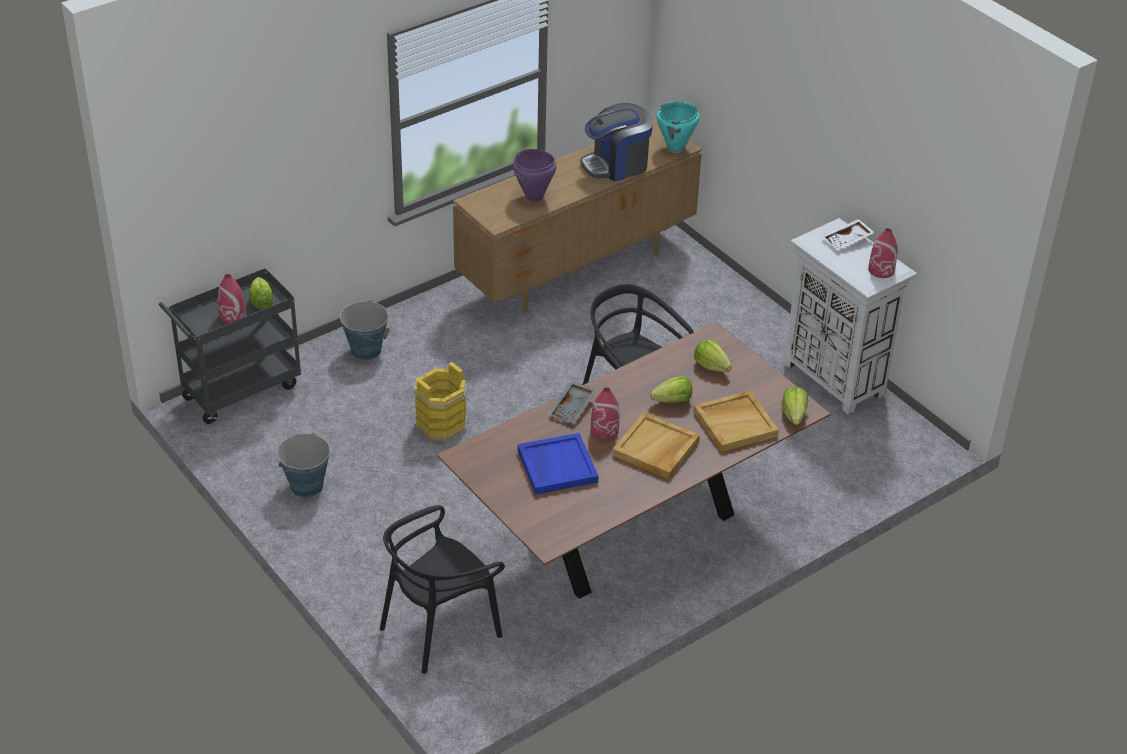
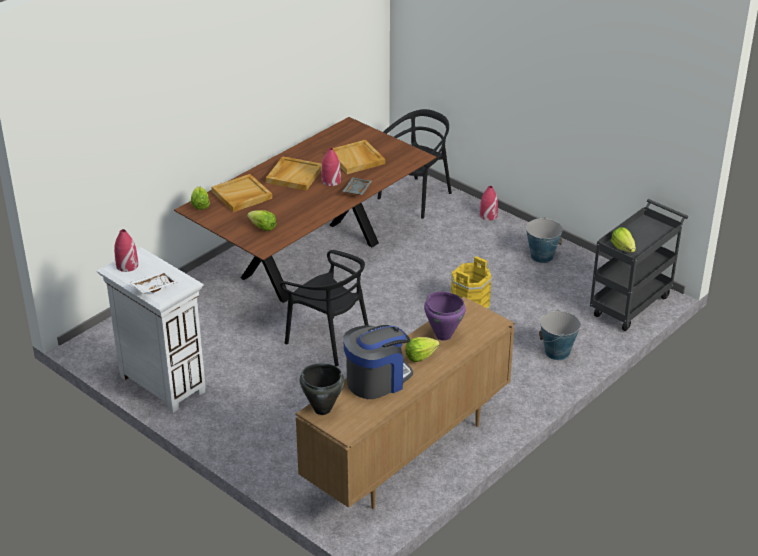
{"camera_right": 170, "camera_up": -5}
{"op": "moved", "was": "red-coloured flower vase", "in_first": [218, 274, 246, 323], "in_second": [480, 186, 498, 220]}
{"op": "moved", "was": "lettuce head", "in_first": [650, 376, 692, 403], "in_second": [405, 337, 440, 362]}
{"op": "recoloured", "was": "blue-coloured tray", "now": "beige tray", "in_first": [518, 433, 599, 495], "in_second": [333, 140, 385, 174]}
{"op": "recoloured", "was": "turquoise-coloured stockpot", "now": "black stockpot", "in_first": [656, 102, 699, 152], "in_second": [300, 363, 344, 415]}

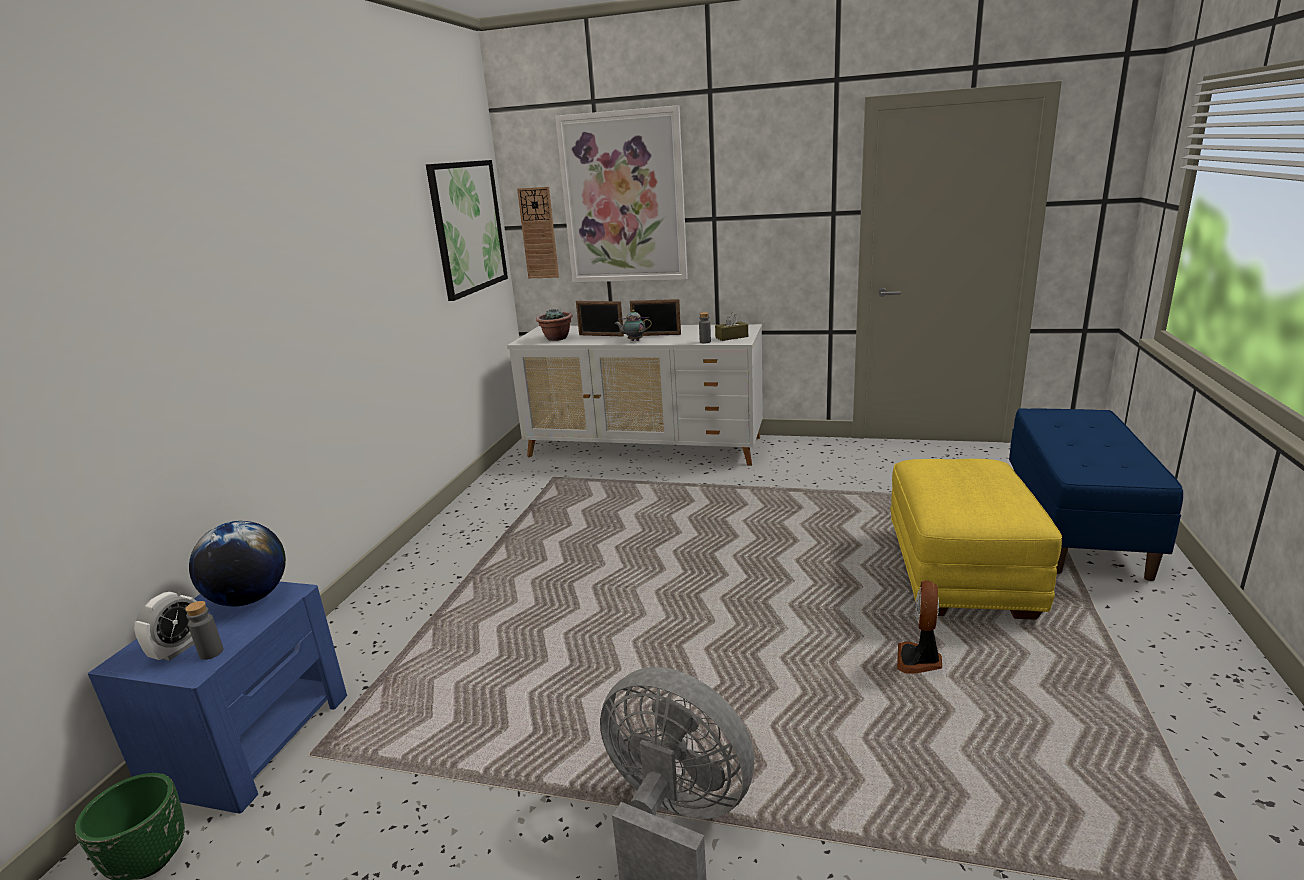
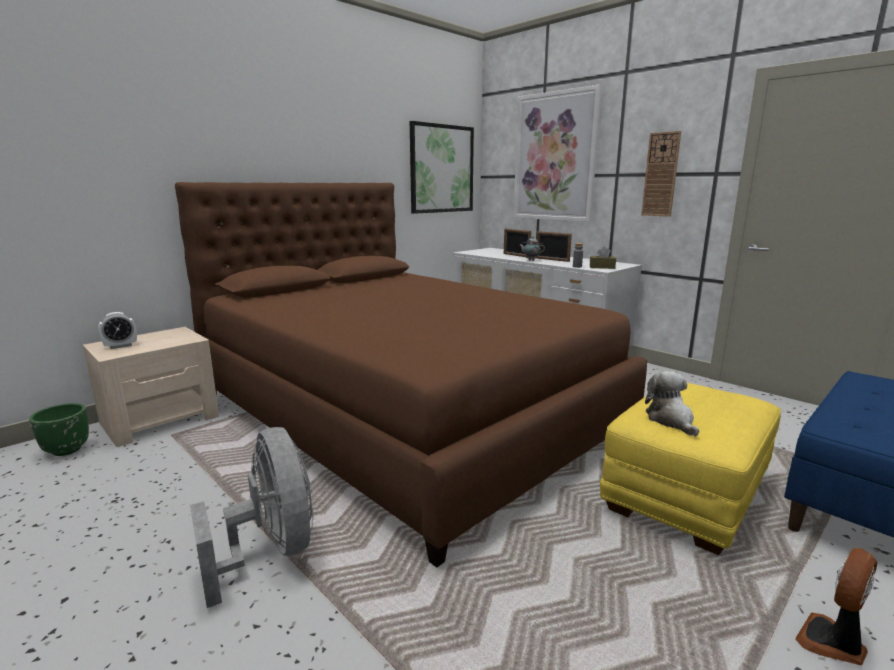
{"camera_right": 30, "camera_up": -5}
{"op": "removed", "was": "greyish drink bottle", "in_first": [185, 601, 223, 660]}
{"op": "removed", "was": "world globe", "in_first": [189, 521, 286, 607]}
{"op": "removed", "was": "plant in a pot", "in_first": [536, 309, 573, 341]}
{"op": "added", "now": "brownish bedroom bed", "in_second": [175, 182, 647, 568]}
{"op": "added", "now": "cuddly toy", "in_second": [645, 371, 699, 437]}
{"op": "moved", "was": "hanging clock", "in_first": [517, 187, 559, 278], "in_second": [641, 131, 681, 217]}
{"op": "moved", "was": "fan", "in_first": [897, 580, 942, 674], "in_second": [795, 548, 877, 665]}
{"op": "recoloured", "was": "blue-coloured nightstand", "now": "beige nightstand", "in_first": [88, 581, 347, 813], "in_second": [83, 327, 219, 447]}

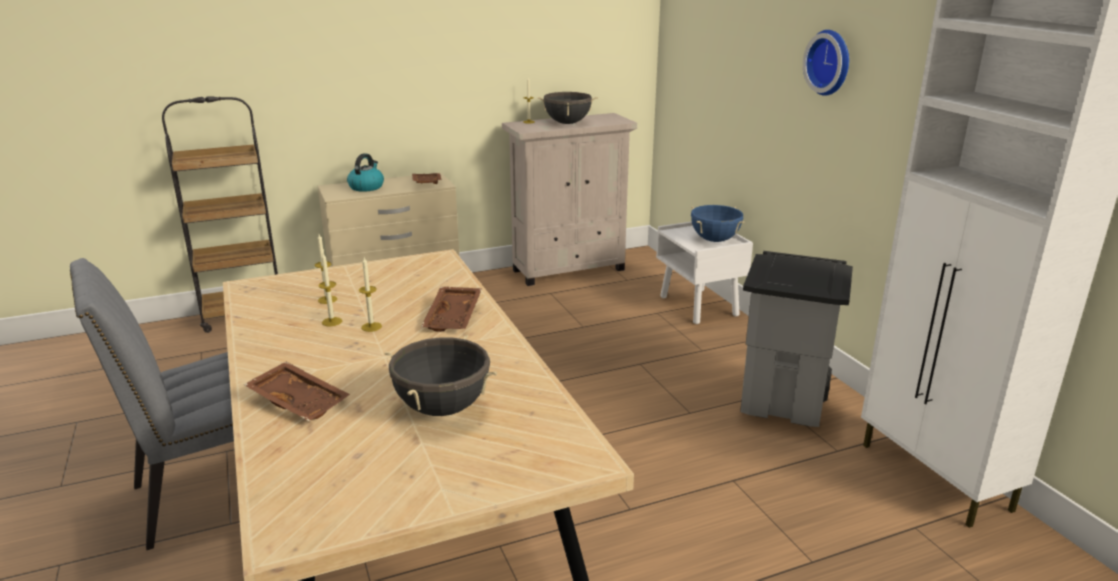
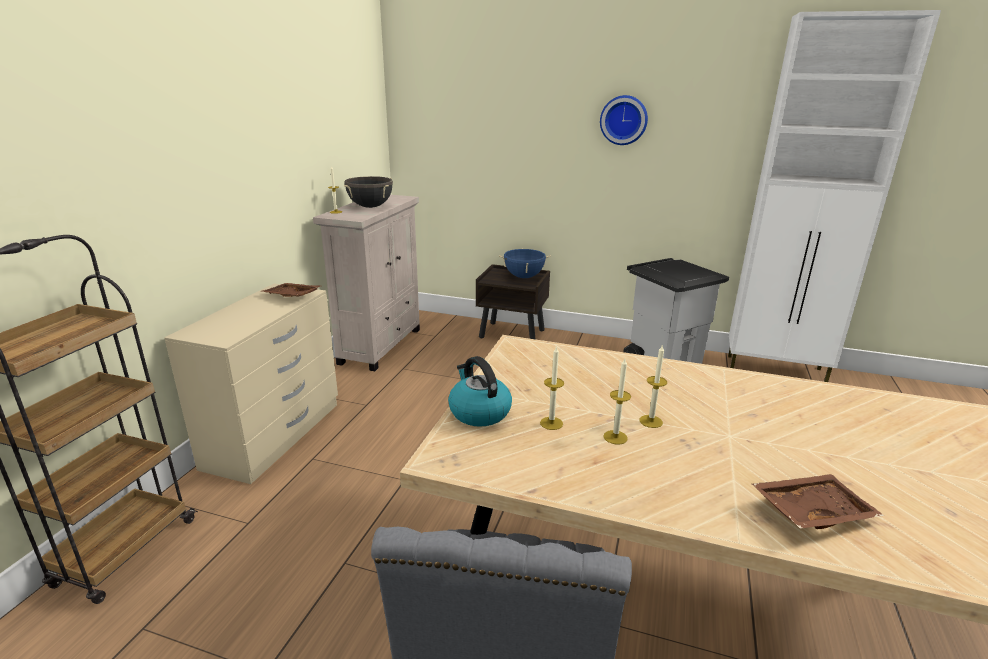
{"camera_right": -50, "camera_up": 0}
{"op": "removed", "was": "black stockpot", "in_first": [384, 335, 497, 416]}
{"op": "removed", "was": "brownish tray", "in_first": [421, 287, 482, 332]}
{"op": "moved", "was": "water kettle", "in_first": [347, 153, 384, 192], "in_second": [448, 356, 512, 427]}
{"op": "recoloured", "was": "whitish nightstand", "now": "brownish nightstand", "in_first": [656, 221, 753, 324], "in_second": [476, 264, 550, 339]}

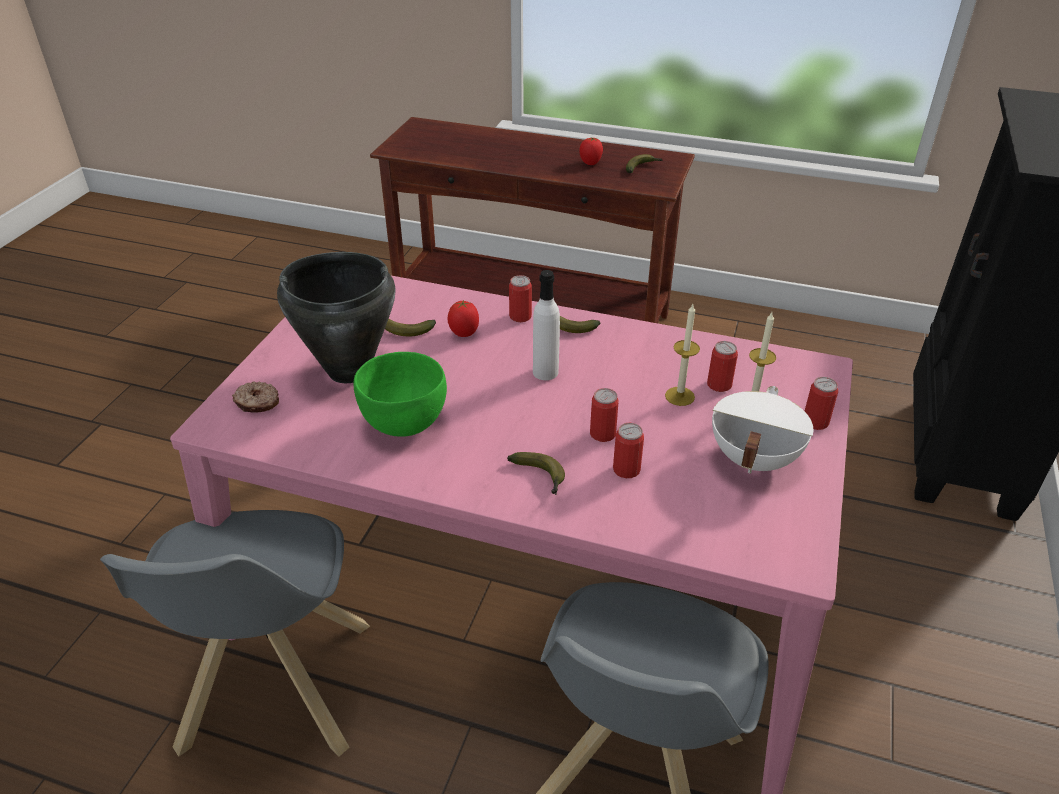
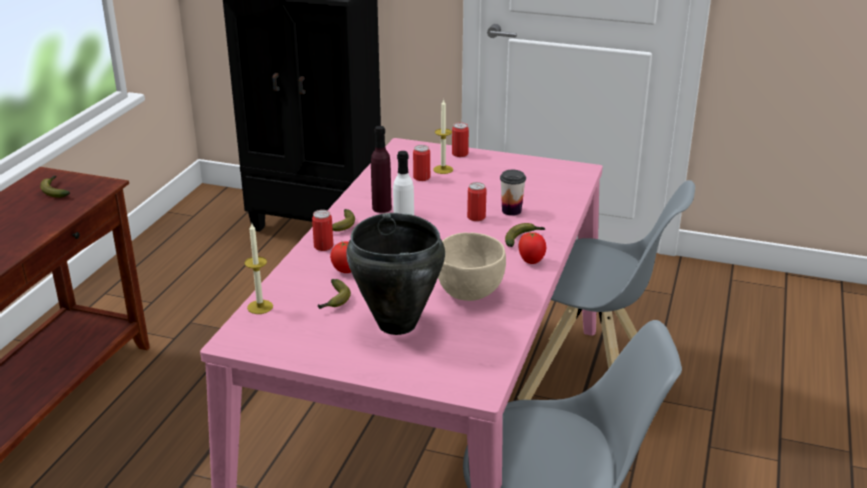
{"camera_right": -90, "camera_up": -10}
{"op": "removed", "was": "ring doughnut", "in_first": [232, 381, 279, 412]}
{"op": "removed", "was": "whitish stockpot", "in_first": [712, 386, 814, 474]}
{"op": "added", "now": "purple drink bottle", "in_second": [371, 126, 392, 213]}
{"op": "moved", "was": "whole tomato", "in_first": [579, 138, 603, 165], "in_second": [519, 232, 546, 264]}
{"op": "moved", "was": "wax candle", "in_first": [665, 304, 700, 406], "in_second": [244, 223, 273, 314]}
{"op": "replaced", "was": "sealed can", "now": "small cup", "in_first": [613, 423, 644, 478], "in_second": [500, 170, 526, 216]}
{"op": "recoloured", "was": "greenish deep dish", "now": "beige deep dish", "in_first": [354, 352, 447, 437], "in_second": [438, 233, 506, 301]}

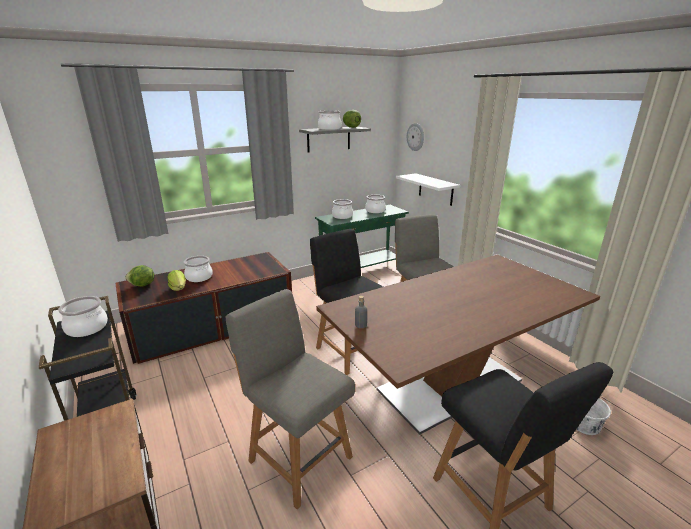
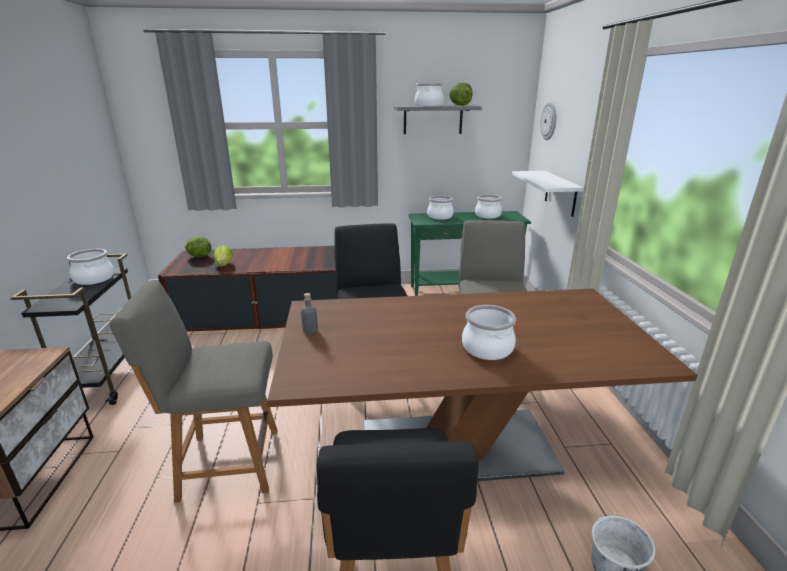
{"camera_right": 25, "camera_up": 0}
{"op": "moved", "was": "stockpot", "in_first": [184, 256, 213, 282], "in_second": [462, 305, 516, 360]}
{"op": "turned", "was": "greyish chair", "in_first": [226, 289, 355, 509], "in_second": [110, 280, 278, 503], "clockwise": -75}

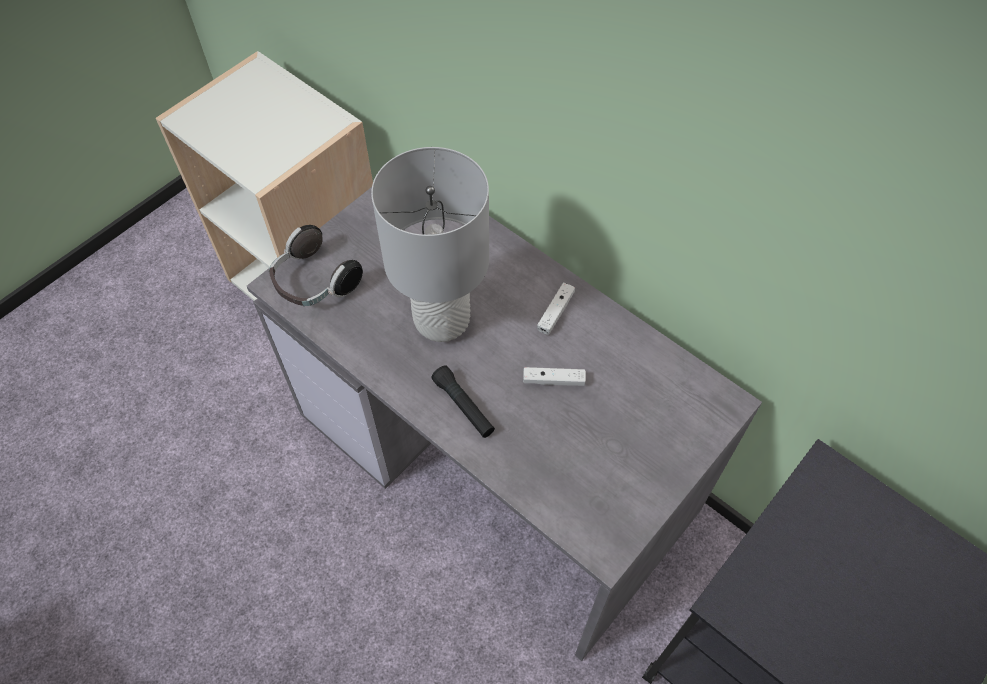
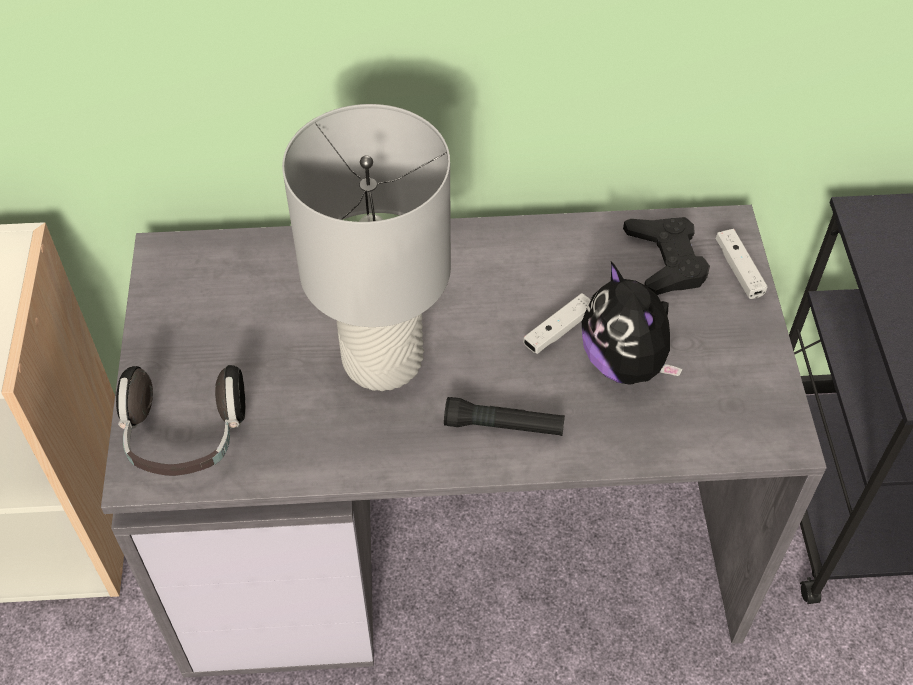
{"camera_right": -45, "camera_up": -5}
{"op": "added", "now": "cuddly toy", "in_second": [582, 262, 683, 385]}
{"op": "added", "now": "black game controller", "in_second": [623, 217, 710, 295]}
{"op": "moved", "was": "whitish game controller", "in_first": [537, 283, 575, 335], "in_second": [716, 229, 768, 299]}

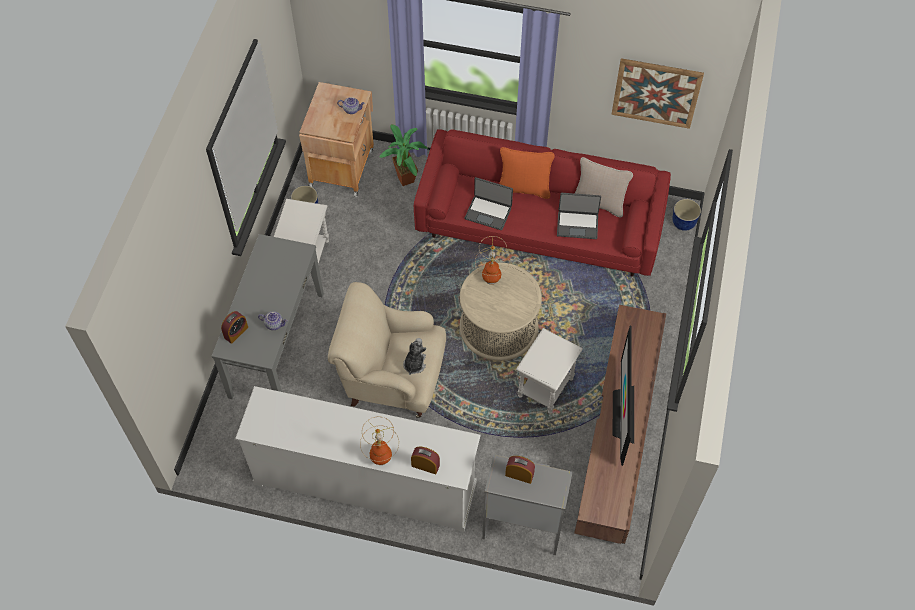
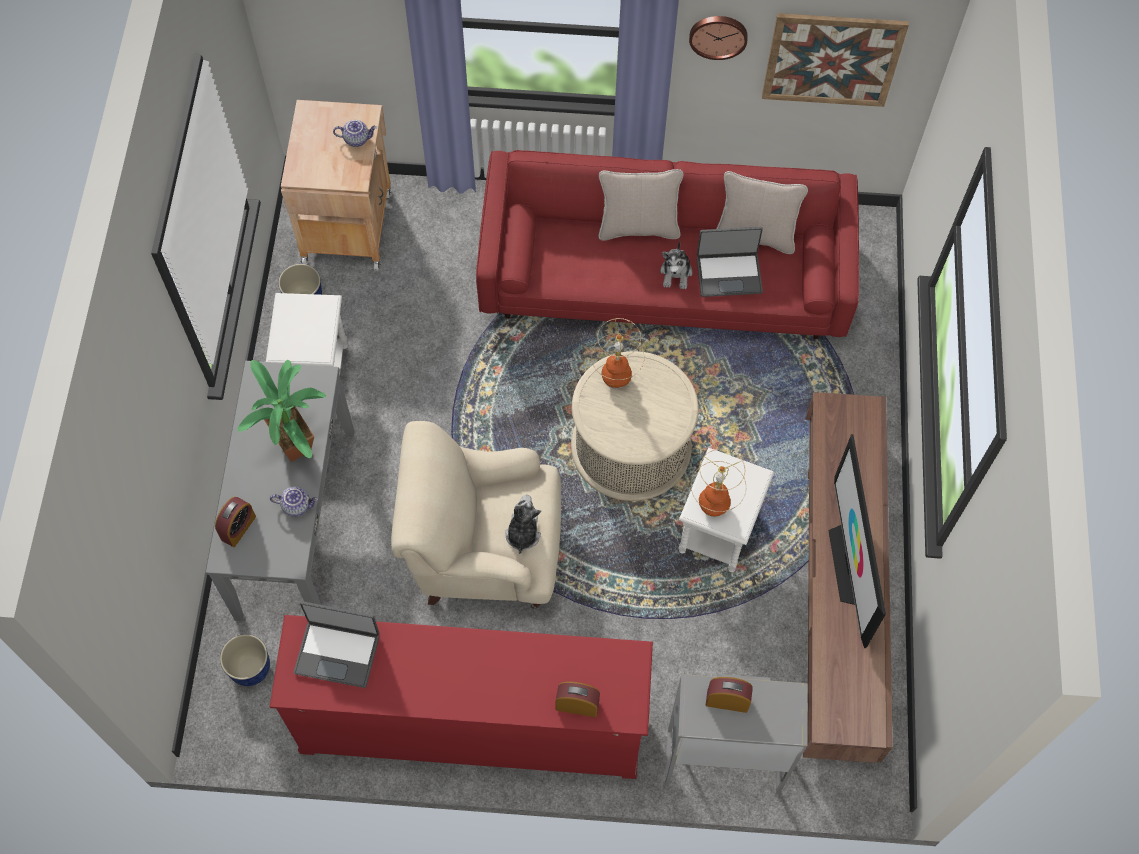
{"camera_right": -10, "camera_up": 5}
{"op": "added", "now": "cuddly toy", "in_second": [660, 240, 692, 289]}
{"op": "added", "now": "hanging clock", "in_second": [689, 16, 748, 60]}
{"op": "moved", "was": "tabletop lamp", "in_first": [360, 417, 399, 465], "in_second": [691, 449, 746, 517]}
{"op": "moved", "was": "plant in a pot", "in_first": [379, 124, 428, 186], "in_second": [237, 360, 326, 462]}
{"op": "moved", "was": "laptop", "in_first": [464, 177, 513, 230], "in_second": [294, 601, 379, 688]}
{"op": "moved", "was": "plant pot", "in_first": [672, 199, 701, 231], "in_second": [220, 634, 270, 686]}
{"op": "recoloured", "was": "whitish cabinet", "now": "red-coloured cabinet", "in_first": [235, 386, 481, 532], "in_second": [270, 615, 653, 779]}
{"op": "recoloured", "was": "orangey throw pillow", "now": "beige throw pillow", "in_first": [499, 147, 555, 199], "in_second": [599, 169, 684, 241]}

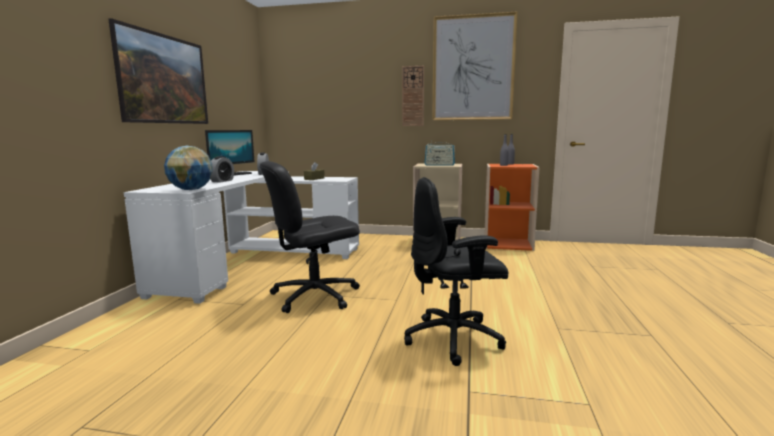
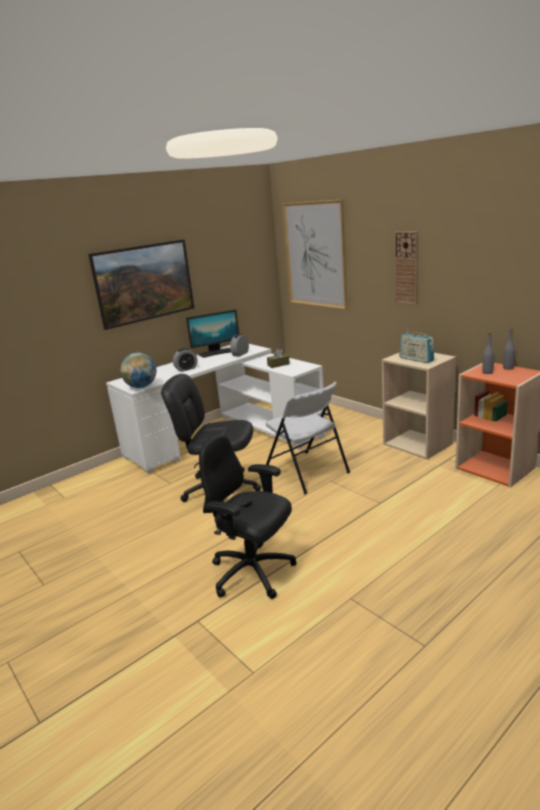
{"camera_right": 40, "camera_up": 10}
{"op": "added", "now": "whitish chair", "in_second": [266, 382, 350, 495]}
{"op": "moved", "was": "wall picture", "in_first": [432, 11, 518, 120], "in_second": [282, 199, 348, 310]}

